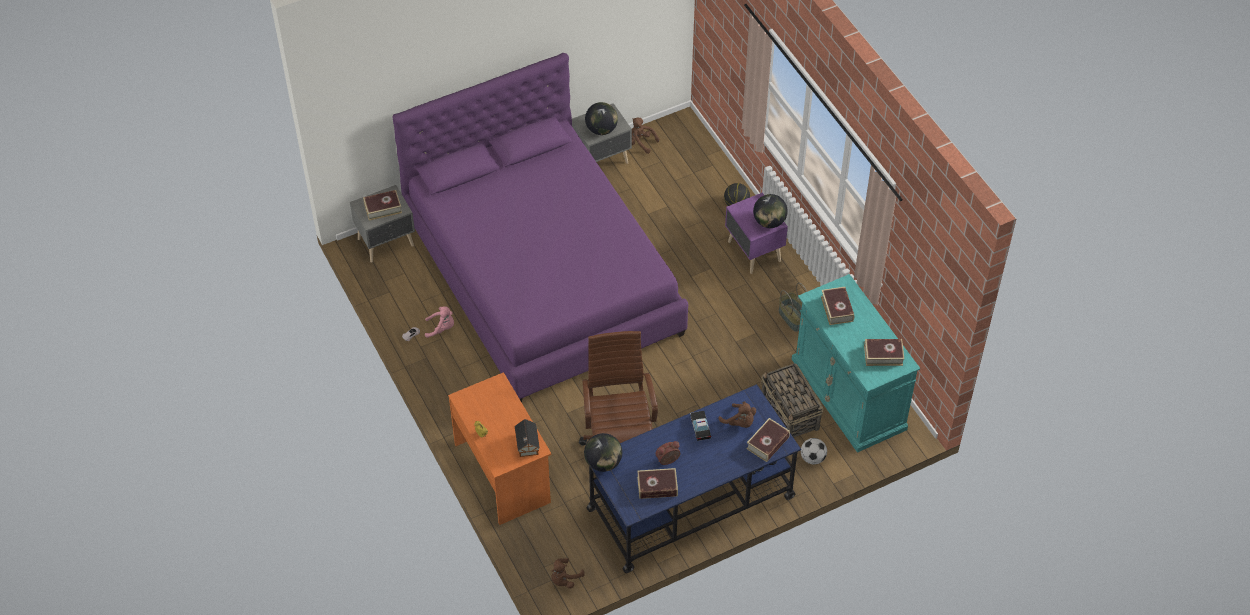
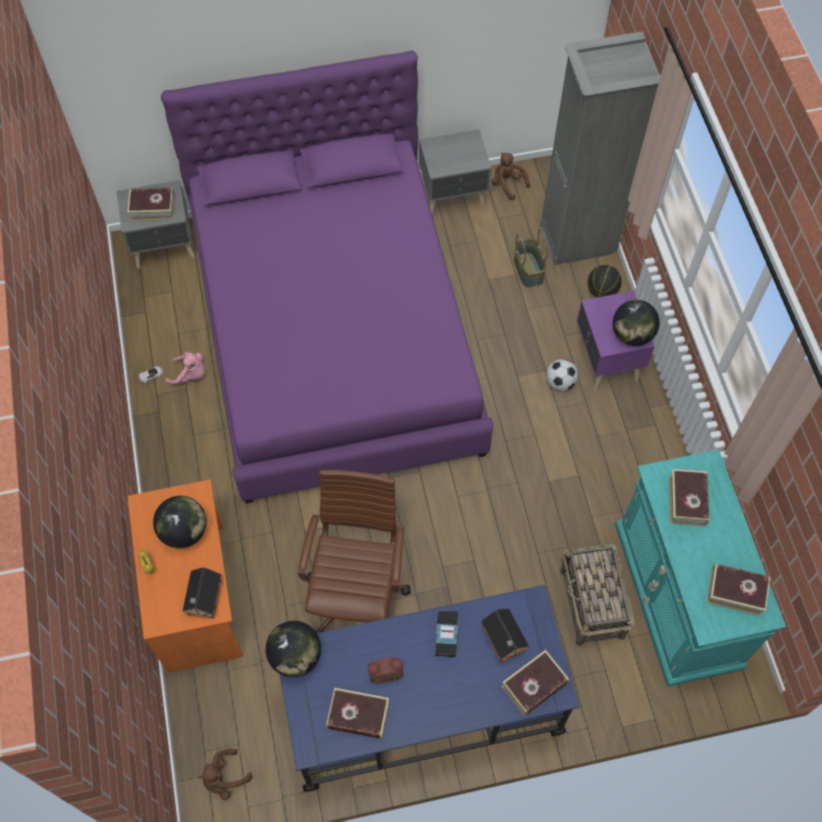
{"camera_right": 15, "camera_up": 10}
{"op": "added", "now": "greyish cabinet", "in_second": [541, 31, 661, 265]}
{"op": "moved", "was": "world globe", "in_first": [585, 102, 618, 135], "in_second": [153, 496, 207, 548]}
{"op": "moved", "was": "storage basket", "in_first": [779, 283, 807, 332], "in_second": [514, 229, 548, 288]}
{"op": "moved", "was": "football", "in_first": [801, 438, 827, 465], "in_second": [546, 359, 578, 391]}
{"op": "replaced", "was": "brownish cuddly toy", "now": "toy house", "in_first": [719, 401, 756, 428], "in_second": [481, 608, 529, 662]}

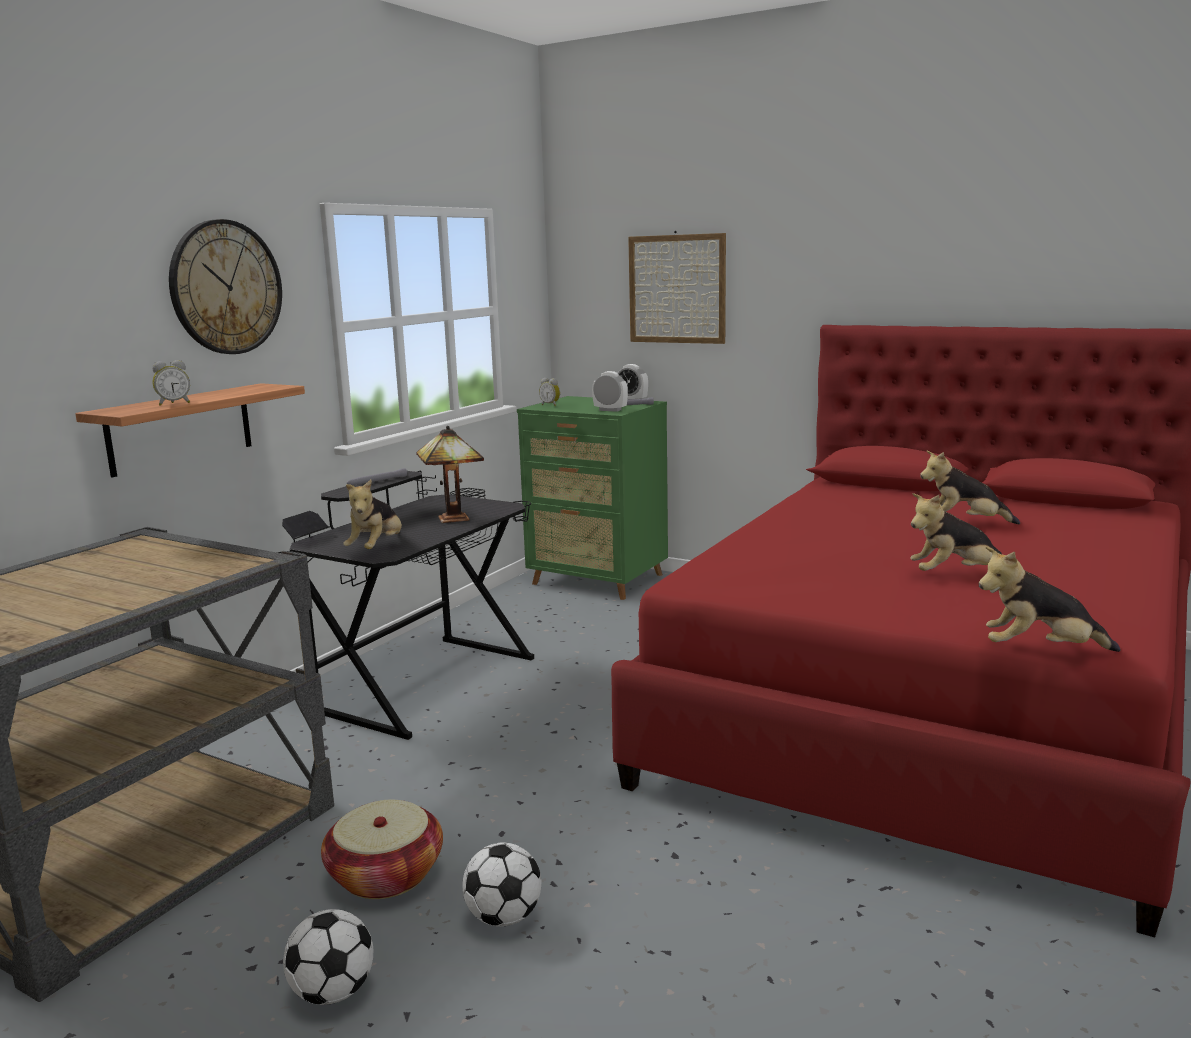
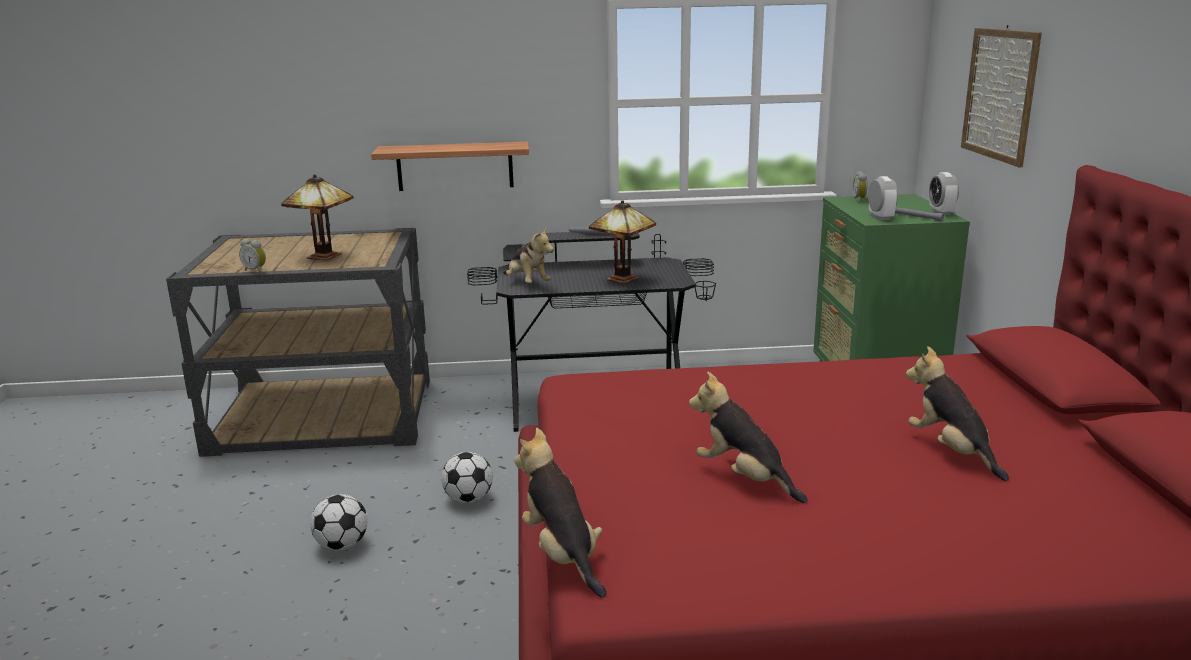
{"camera_right": 55, "camera_up": 5}
{"op": "removed", "was": "hanging clock", "in_first": [169, 219, 282, 354]}
{"op": "removed", "was": "storage basket", "in_first": [321, 800, 443, 899]}
{"op": "added", "now": "tabletop lamp", "in_second": [281, 174, 353, 260]}
{"op": "moved", "was": "alarm clock", "in_first": [152, 360, 190, 406], "in_second": [239, 239, 266, 273]}
{"op": "moved", "was": "football", "in_first": [283, 909, 373, 1005], "in_second": [441, 452, 493, 503]}
{"op": "turned", "was": "cuddly toy", "in_first": [343, 480, 402, 549], "in_second": [503, 226, 554, 283], "clockwise": -105}

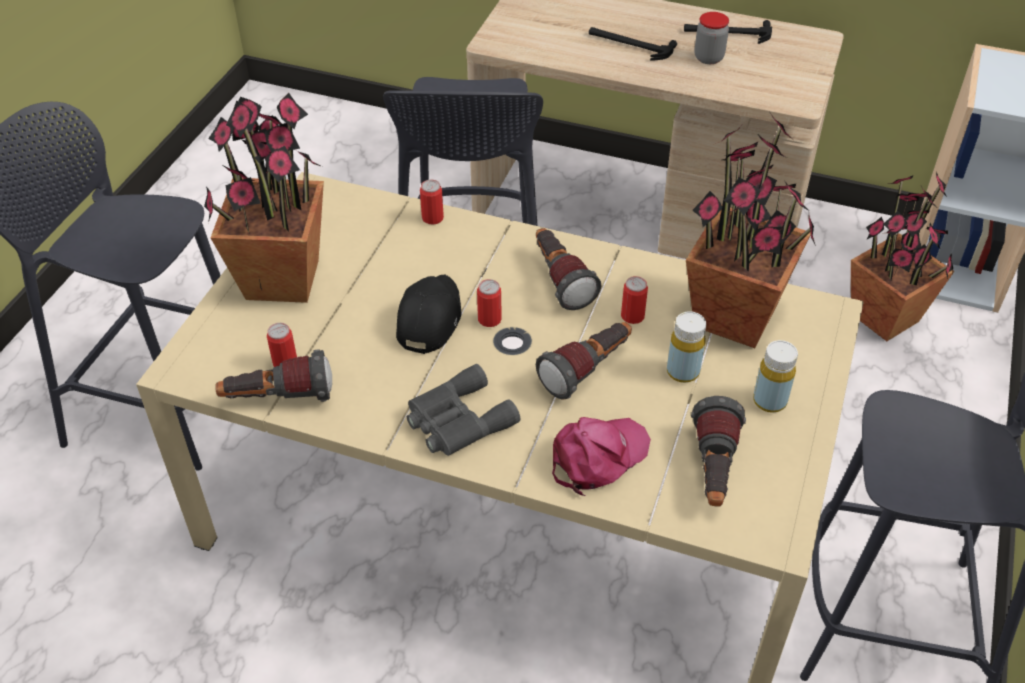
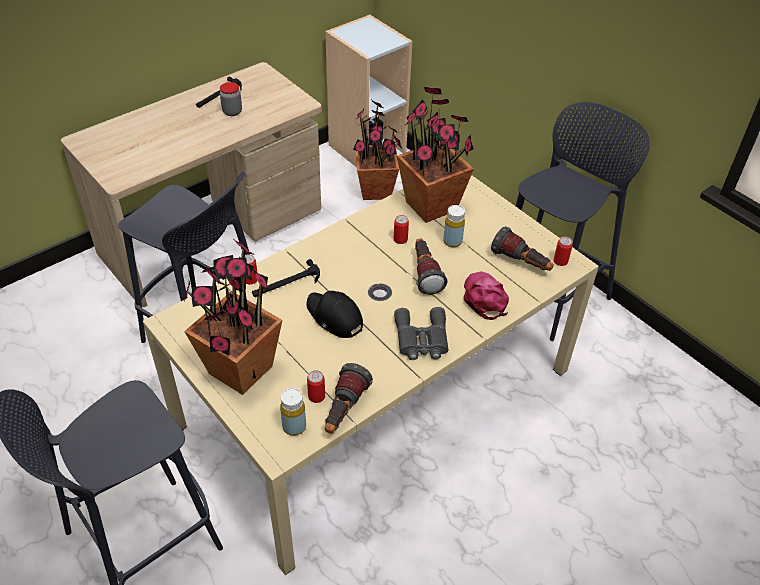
{"camera_right": -60, "camera_up": 0}
{"op": "removed", "was": "torch", "in_first": [536, 228, 601, 310]}
{"op": "moved", "was": "sealed can", "in_first": [477, 279, 502, 327], "in_second": [554, 237, 573, 266]}
{"op": "moved", "was": "tool hammer", "in_first": [589, 27, 677, 61], "in_second": [252, 259, 320, 297]}
{"op": "moved", "was": "yellowish drink bottle", "in_first": [753, 340, 798, 413], "in_second": [280, 388, 306, 436]}

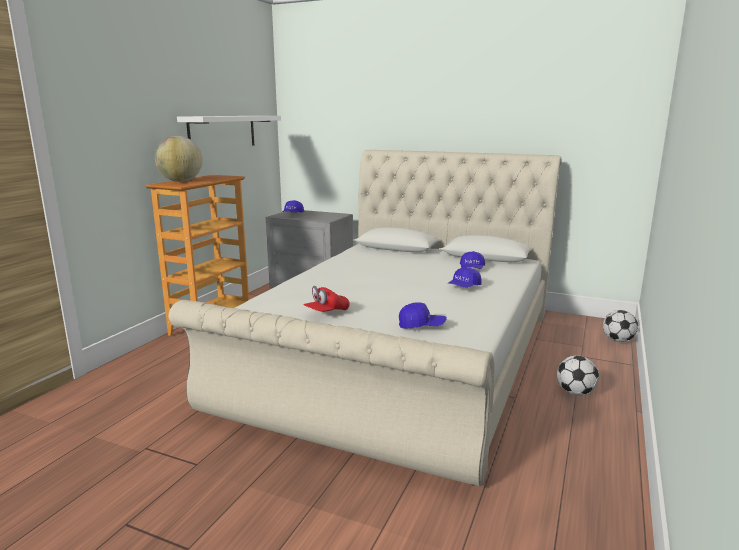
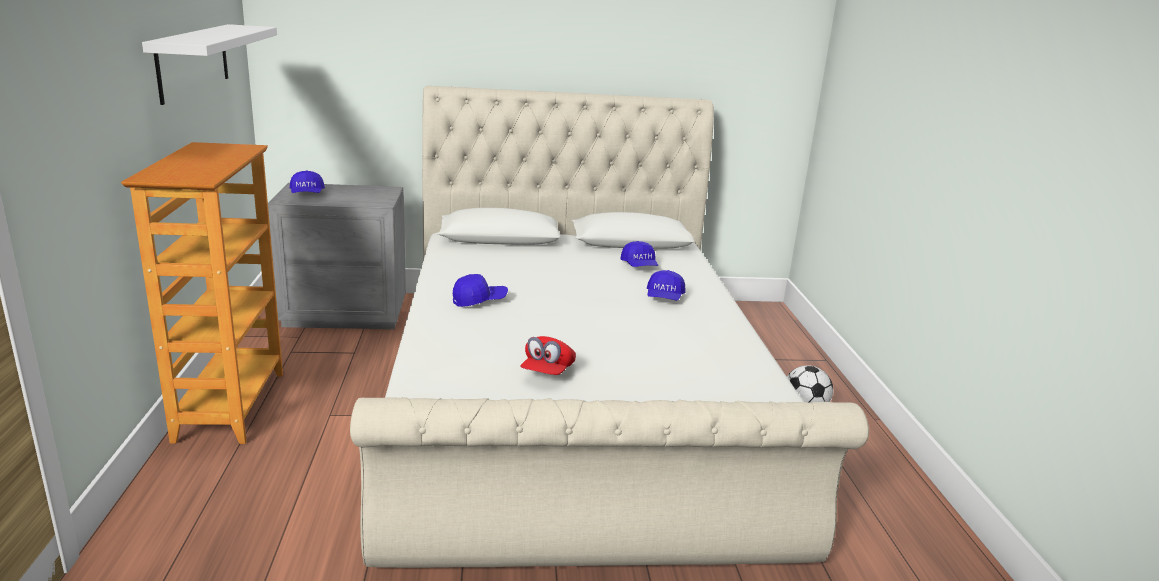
{"camera_right": -30, "camera_up": 5}
{"op": "removed", "was": "world globe", "in_first": [155, 136, 203, 182]}
{"op": "removed", "was": "football", "in_first": [603, 310, 638, 342]}
{"op": "moved", "was": "blue-coloured cap", "in_first": [399, 302, 447, 328], "in_second": [453, 274, 508, 307]}

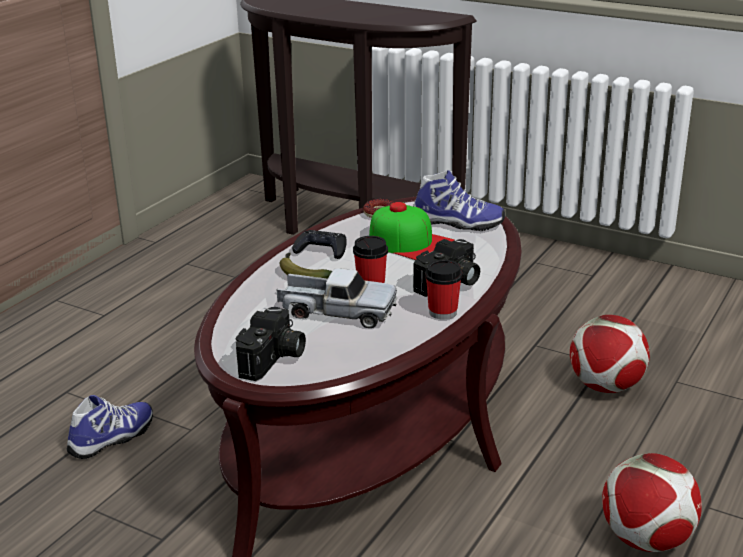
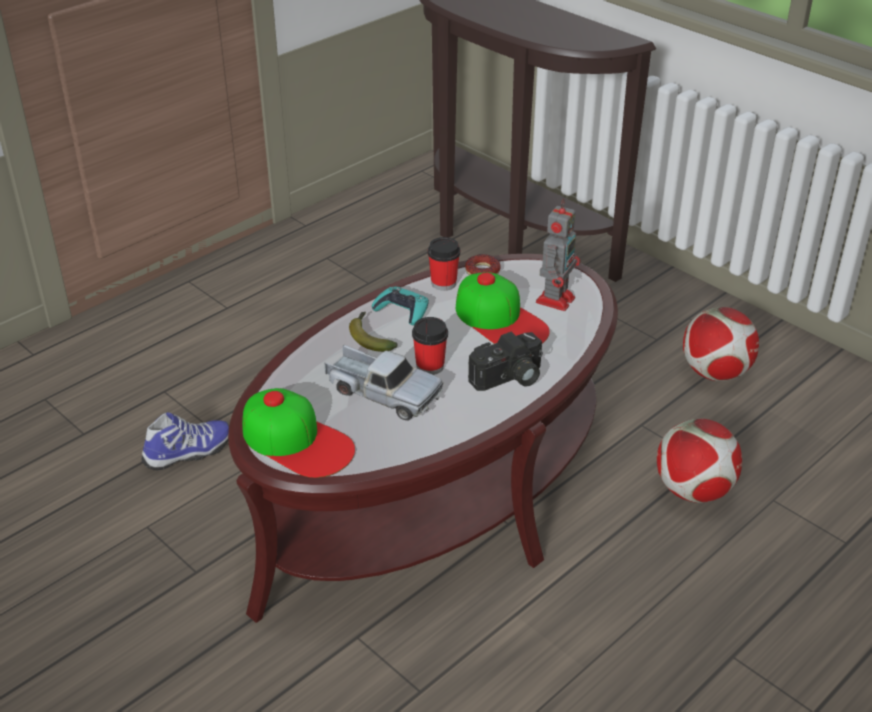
{"camera_right": 15, "camera_up": 10}
{"op": "moved", "was": "small cup", "in_first": [425, 260, 462, 319], "in_second": [427, 237, 460, 291]}
{"op": "moved", "was": "football", "in_first": [602, 453, 702, 552], "in_second": [683, 307, 759, 381]}
{"op": "replaced", "was": "still camera", "now": "cap", "in_first": [236, 307, 306, 381], "in_second": [242, 388, 355, 478]}
{"op": "replaced", "was": "shoe", "now": "robot figure", "in_first": [413, 170, 505, 231], "in_second": [536, 199, 580, 311]}
{"op": "recoloured", "was": "black game controller", "now": "turquoise-coloured game controller", "in_first": [292, 230, 347, 259], "in_second": [372, 286, 429, 325]}

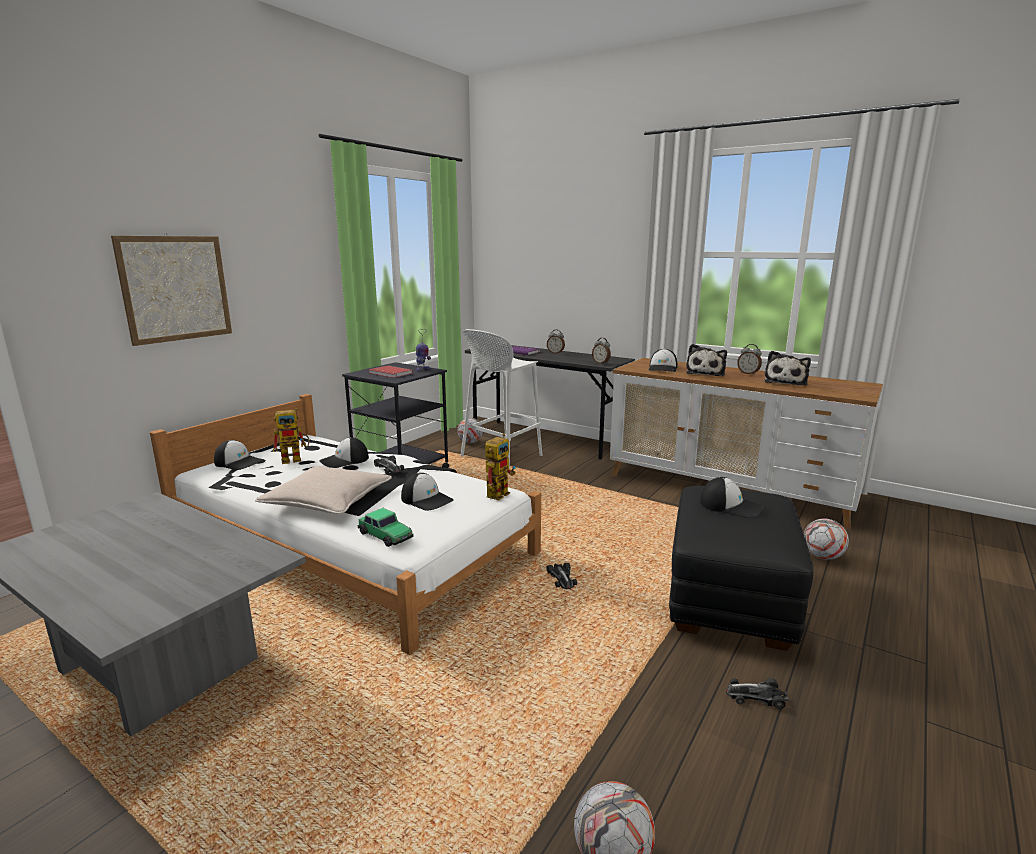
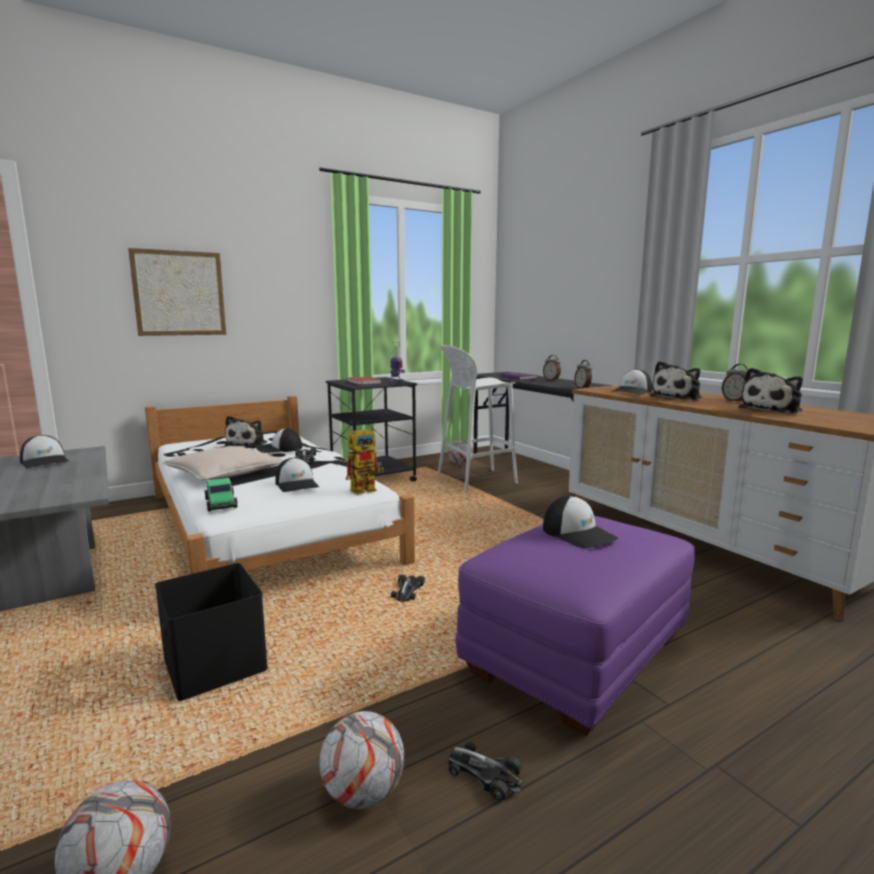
{"camera_right": 25, "camera_up": -5}
{"op": "added", "now": "black storage bin", "in_second": [155, 563, 268, 701]}
{"op": "moved", "was": "cap", "in_first": [214, 440, 263, 470], "in_second": [20, 435, 70, 468]}
{"op": "moved", "was": "football", "in_first": [804, 519, 849, 560], "in_second": [319, 711, 404, 809]}
{"op": "replaced", "was": "robot figure", "now": "cuddly toy", "in_first": [273, 408, 309, 464], "in_second": [225, 416, 267, 447]}
{"op": "recoloured", "was": "black footrest", "now": "purple footrest", "in_first": [669, 486, 813, 651], "in_second": [455, 516, 695, 736]}

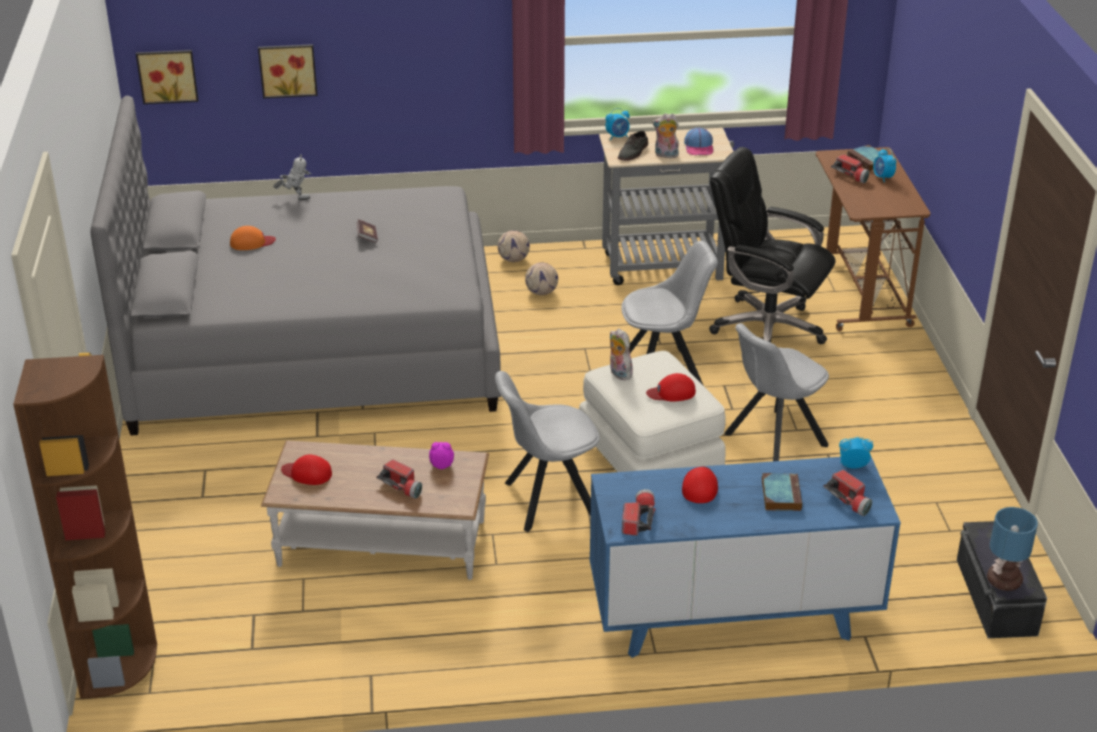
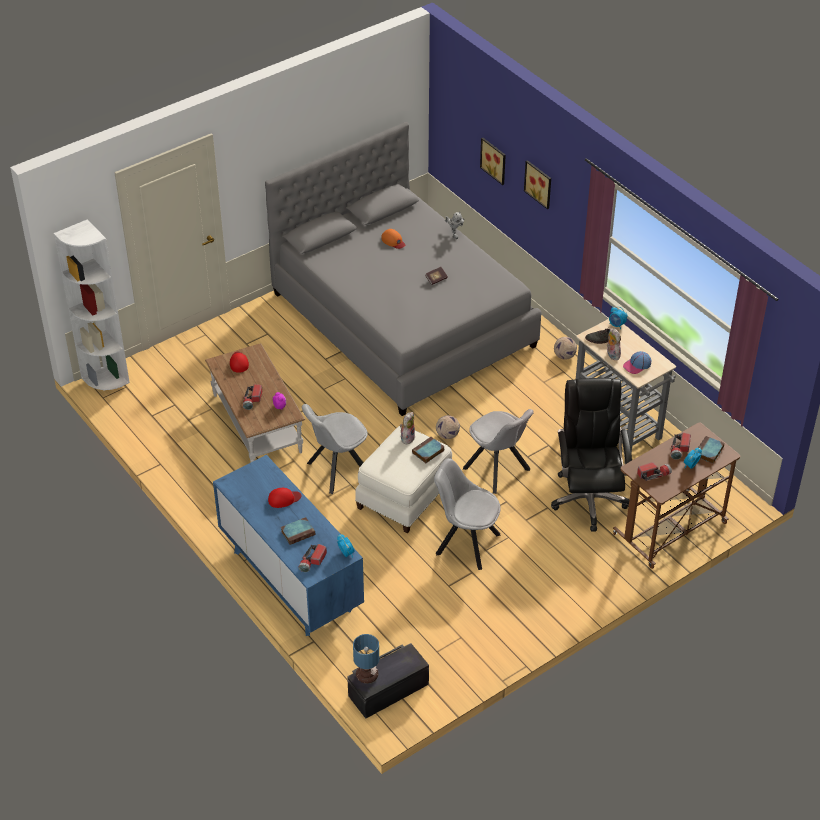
{"camera_right": 60, "camera_up": 10}
{"op": "removed", "was": "red-coloured cap", "in_first": [646, 373, 696, 401]}
{"op": "added", "now": "bound book", "in_second": [412, 437, 445, 463]}
{"op": "moved", "was": "wall picture", "in_first": [136, 50, 198, 104], "in_second": [524, 160, 551, 209]}
{"op": "moved", "was": "football", "in_first": [525, 262, 558, 295], "in_second": [436, 415, 460, 439]}
{"op": "moved", "was": "torch", "in_first": [622, 489, 655, 536], "in_second": [637, 462, 672, 481]}
{"op": "recoloured", "was": "brownish bookshelf", "now": "whitish bookshelf", "in_first": [13, 355, 157, 699], "in_second": [54, 219, 130, 391]}
{"op": "turned", "was": "greyish chair", "in_first": [495, 371, 600, 532], "in_second": [302, 404, 368, 494], "clockwise": -75}

